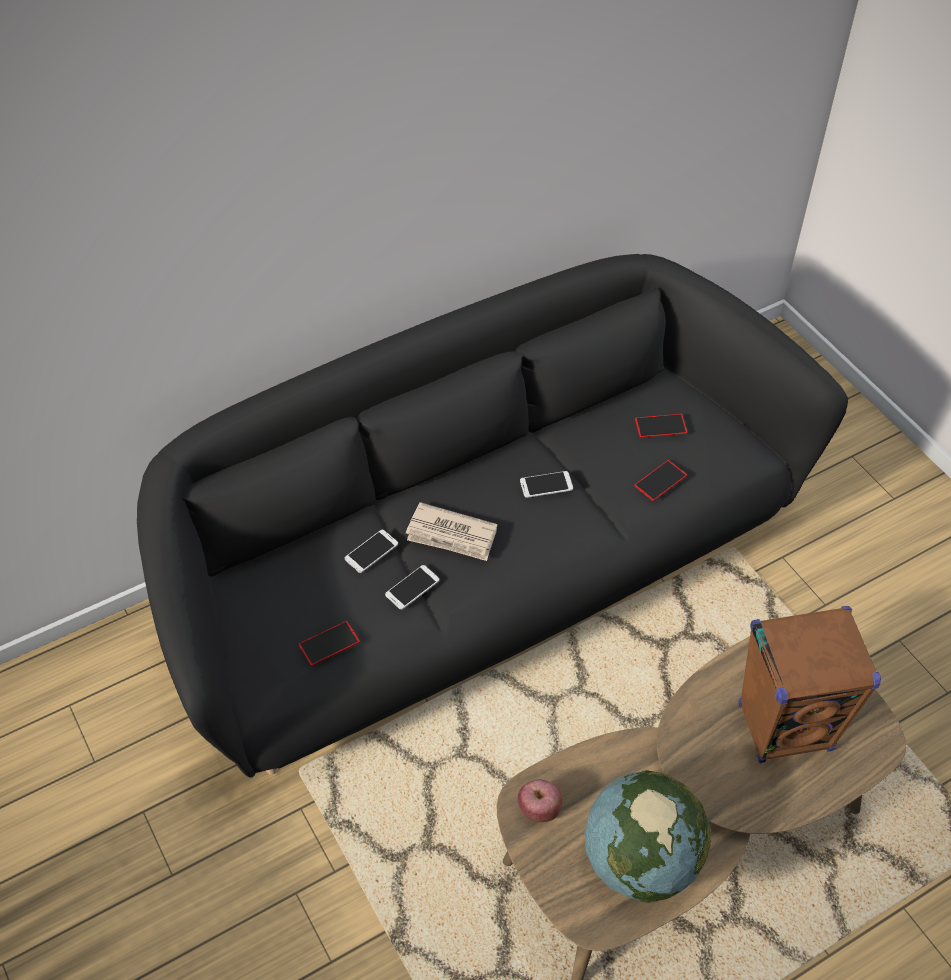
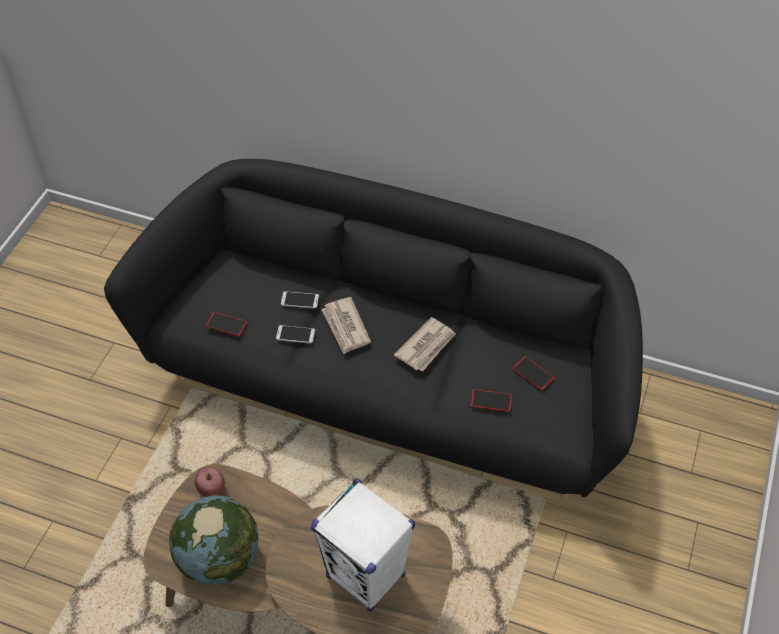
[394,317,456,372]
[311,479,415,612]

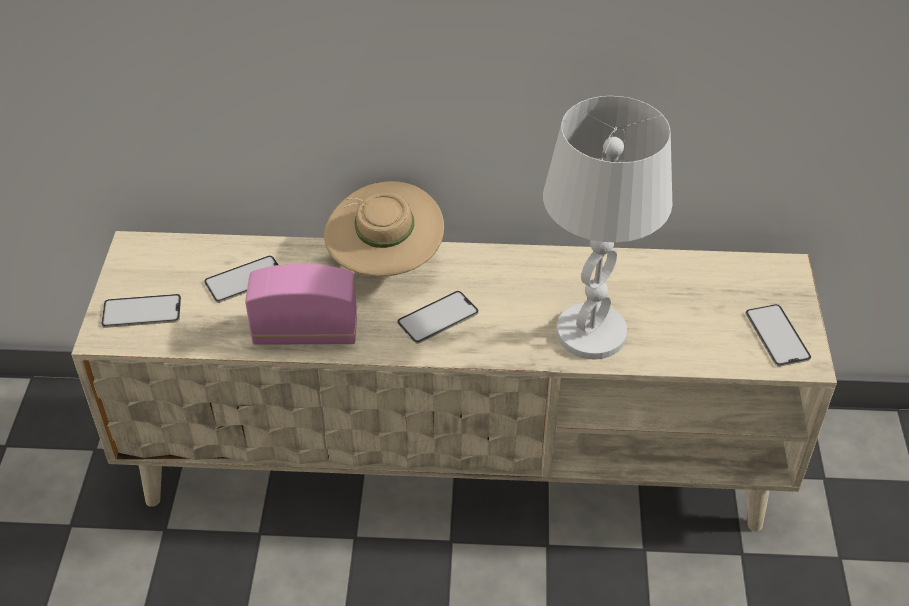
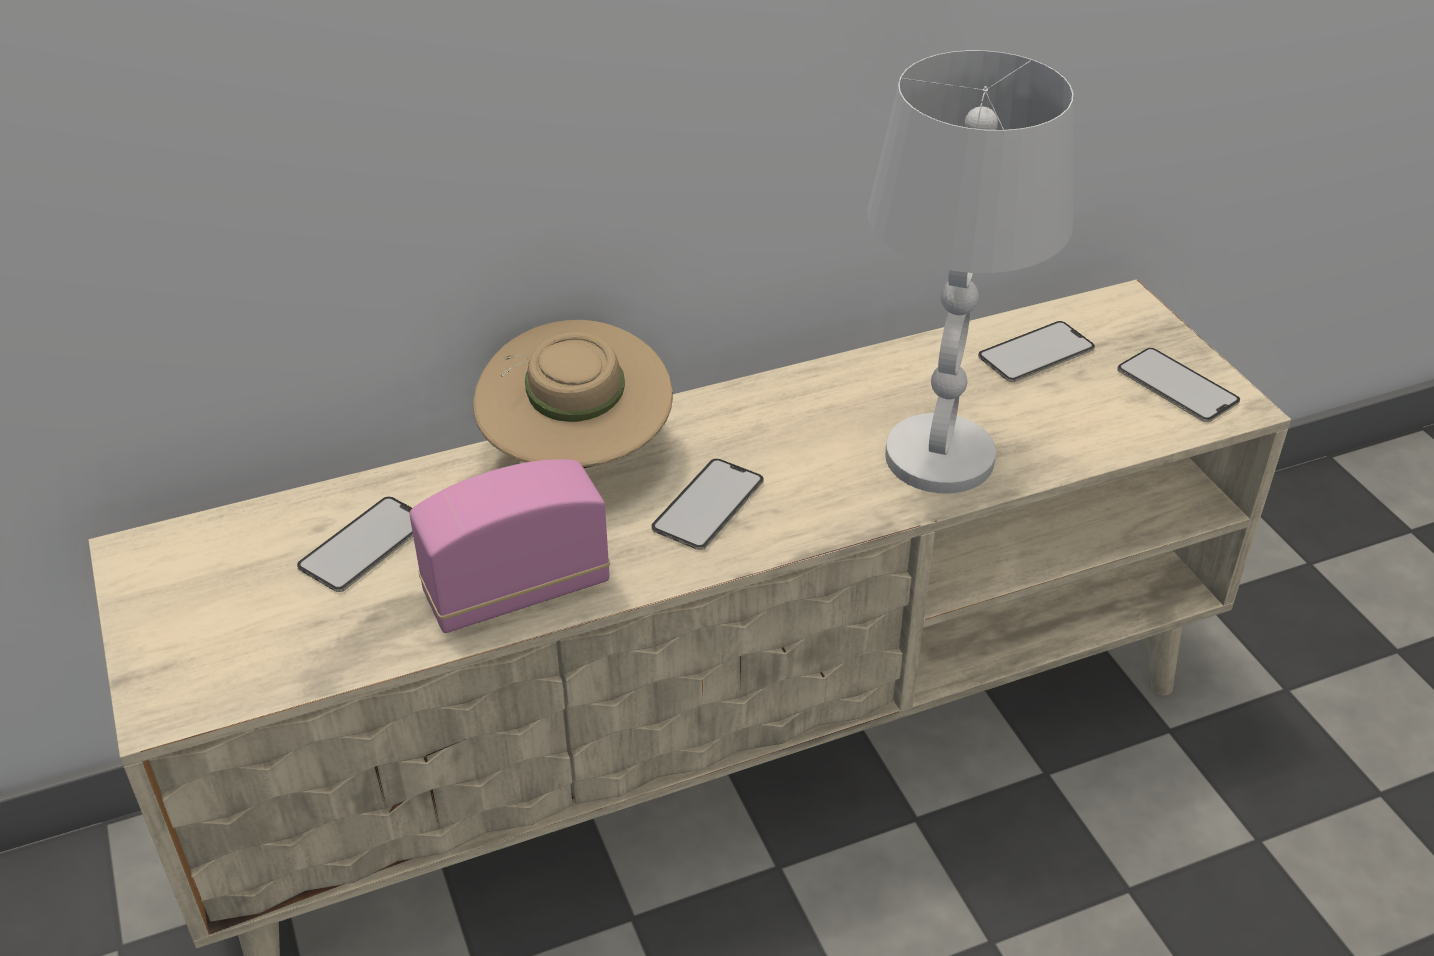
[978,321,1095,382]

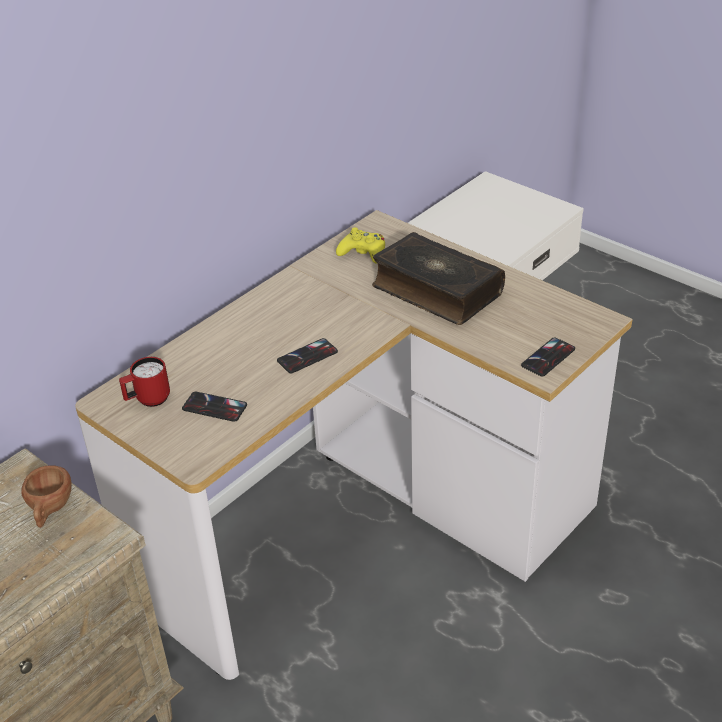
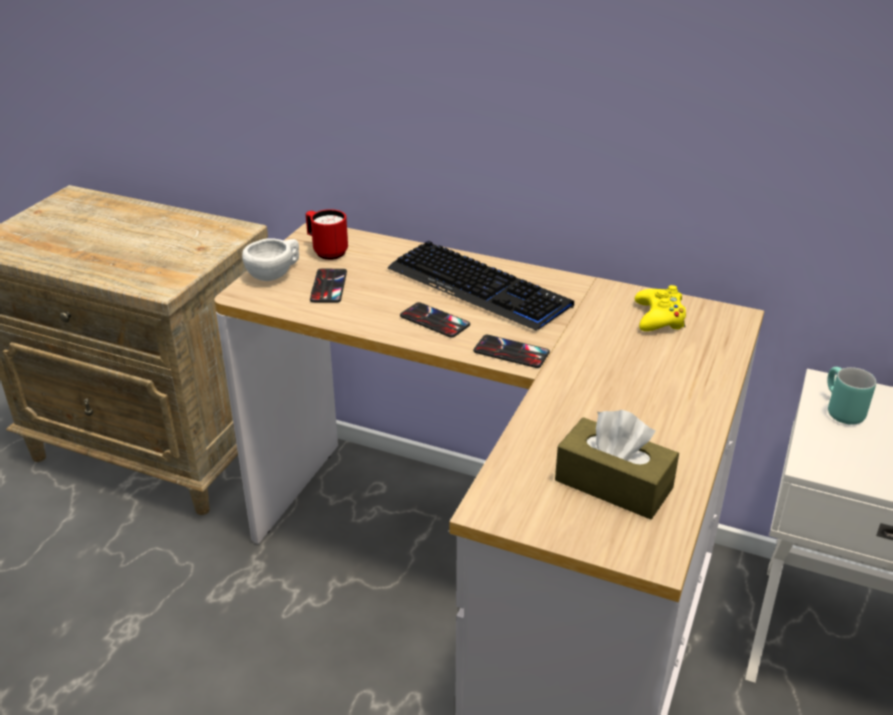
[21,465,71,528] (first image)
[372,232,505,325] (first image)
[242,238,299,281]
[388,241,574,331]
[555,410,679,520]
[827,367,876,424]
[473,335,550,368]

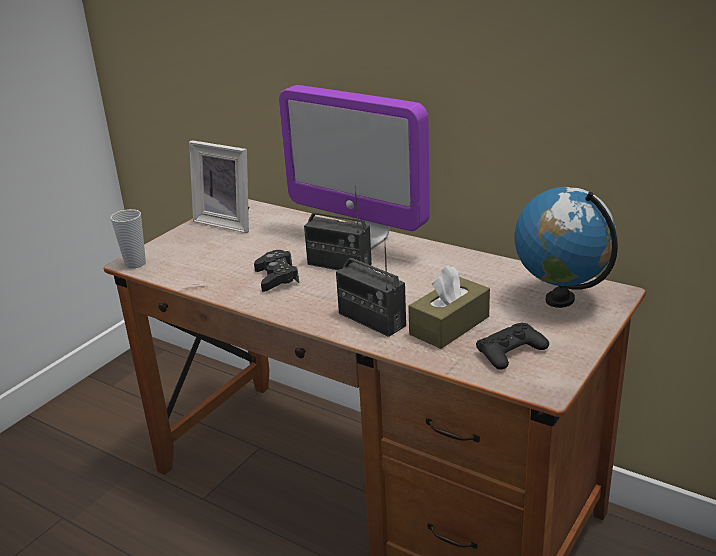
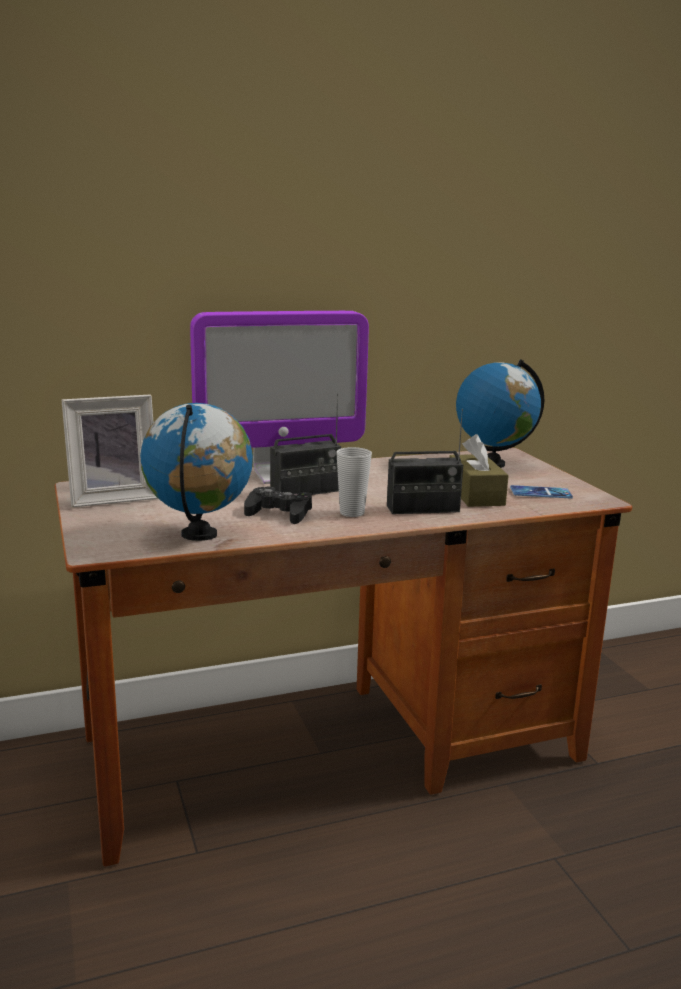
[140,403,253,541]
[336,447,372,517]
[510,485,573,499]

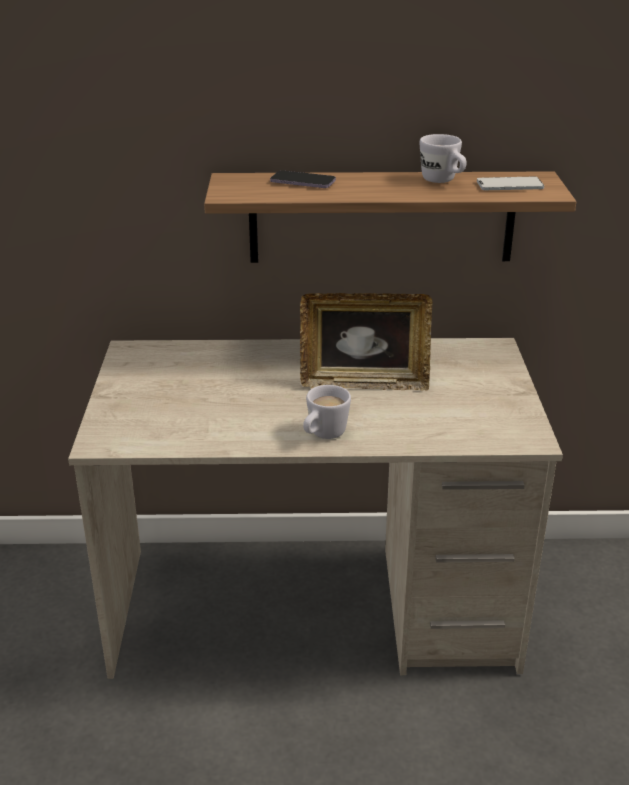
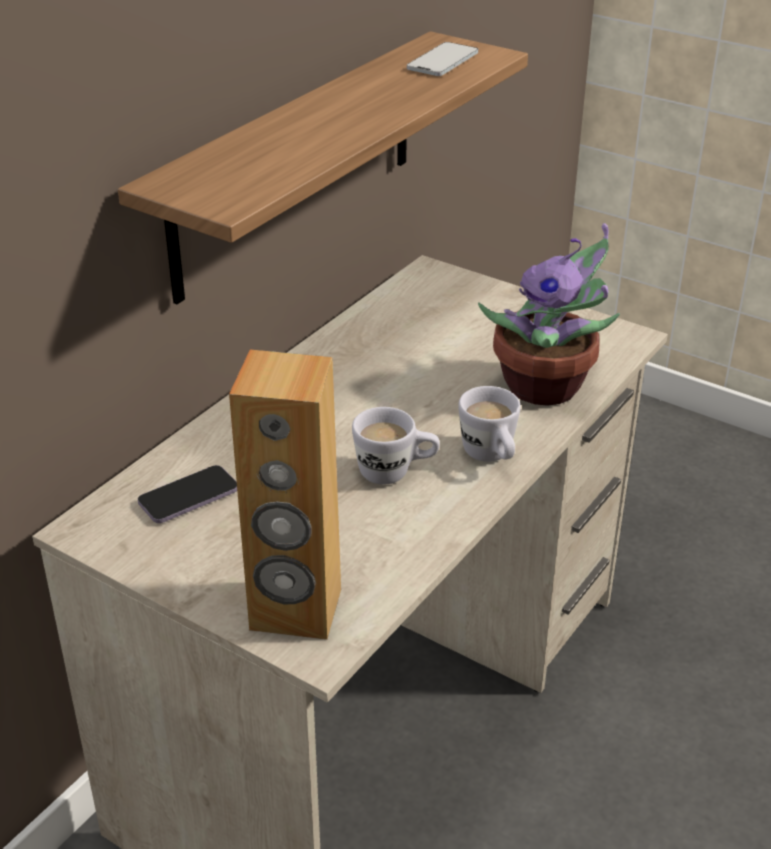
[300,293,432,391] (first image)
[229,350,341,640]
[478,223,620,406]
[138,465,237,523]
[352,407,440,485]

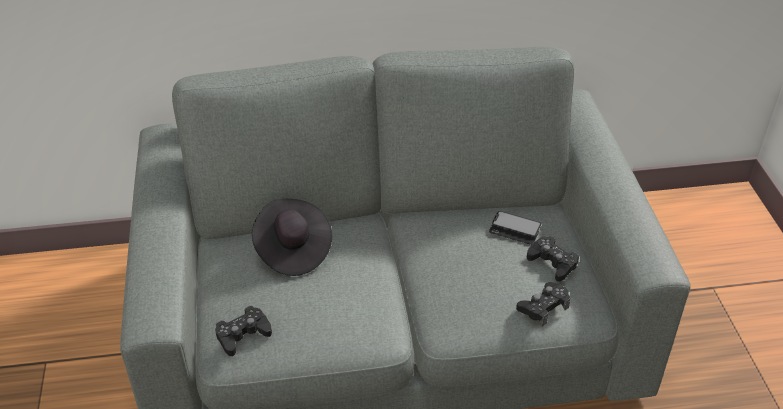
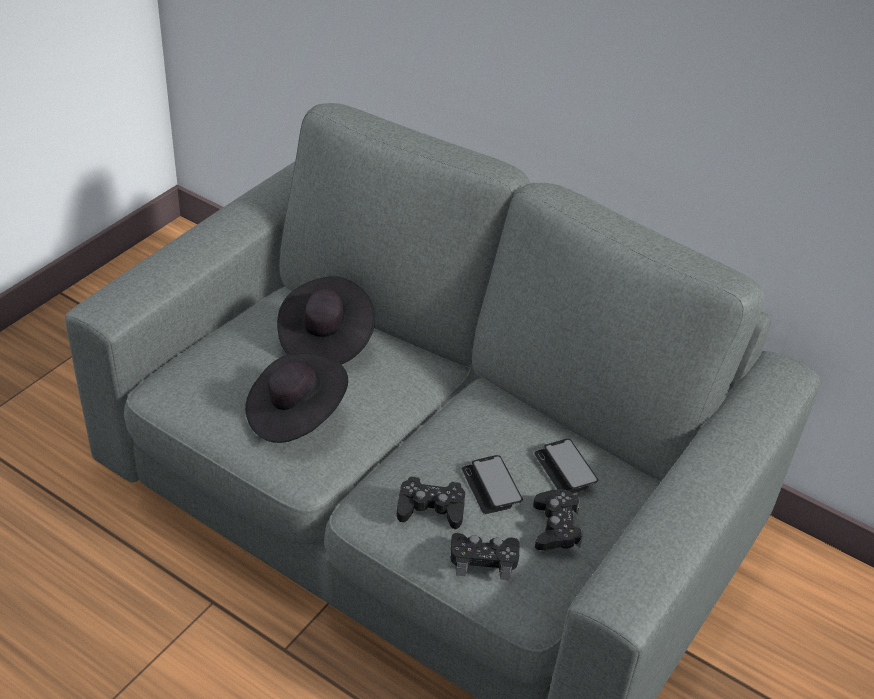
[245,352,348,443]
[462,455,523,514]
[397,476,465,529]

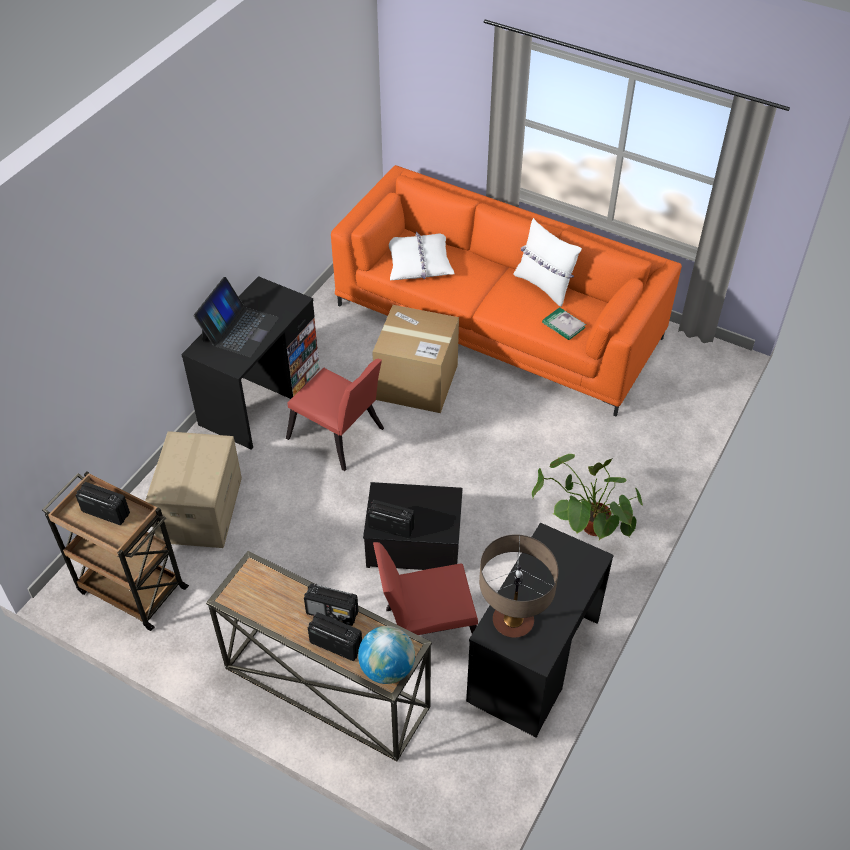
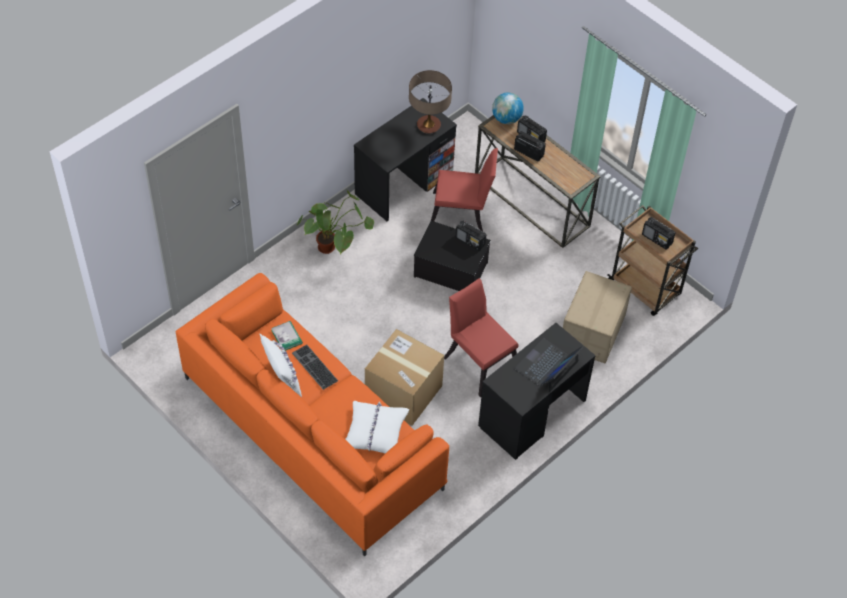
[292,345,338,390]

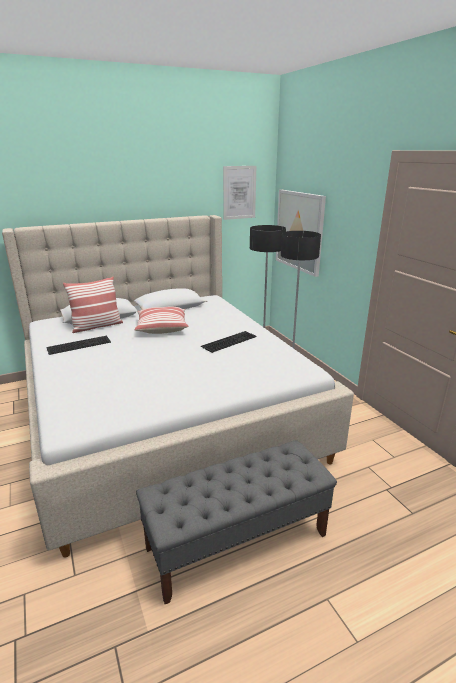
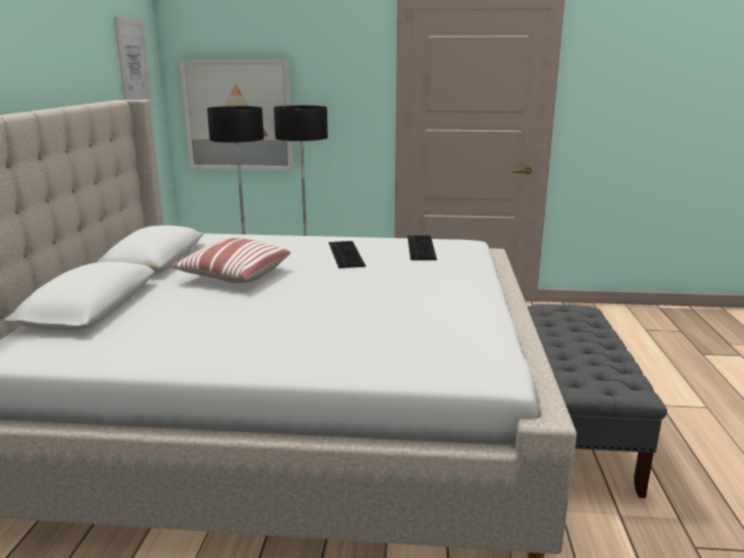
[63,277,123,333] (first image)
[407,235,437,260]

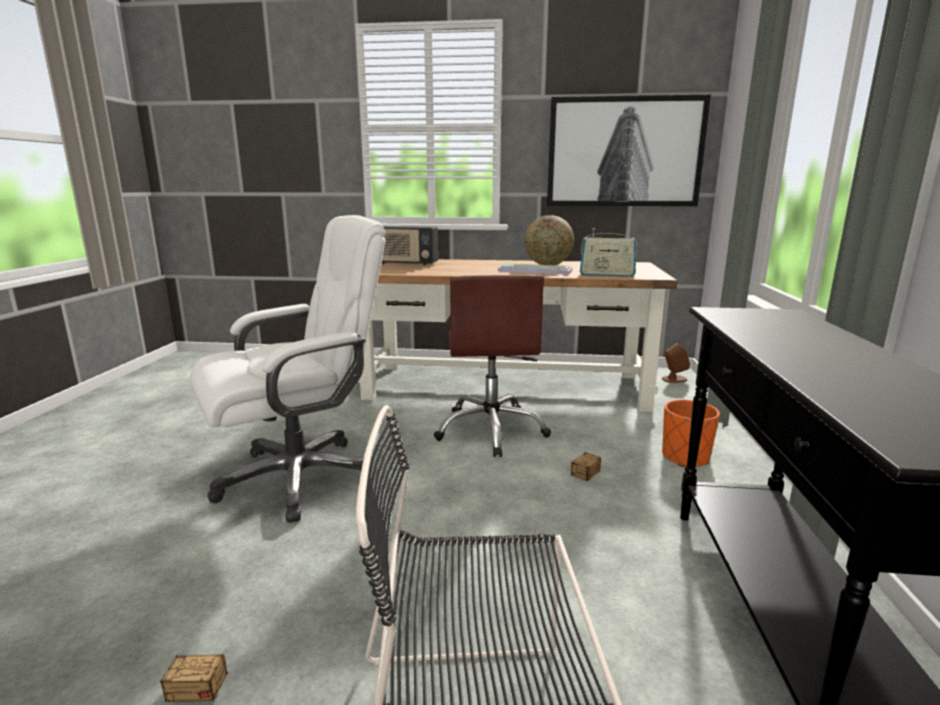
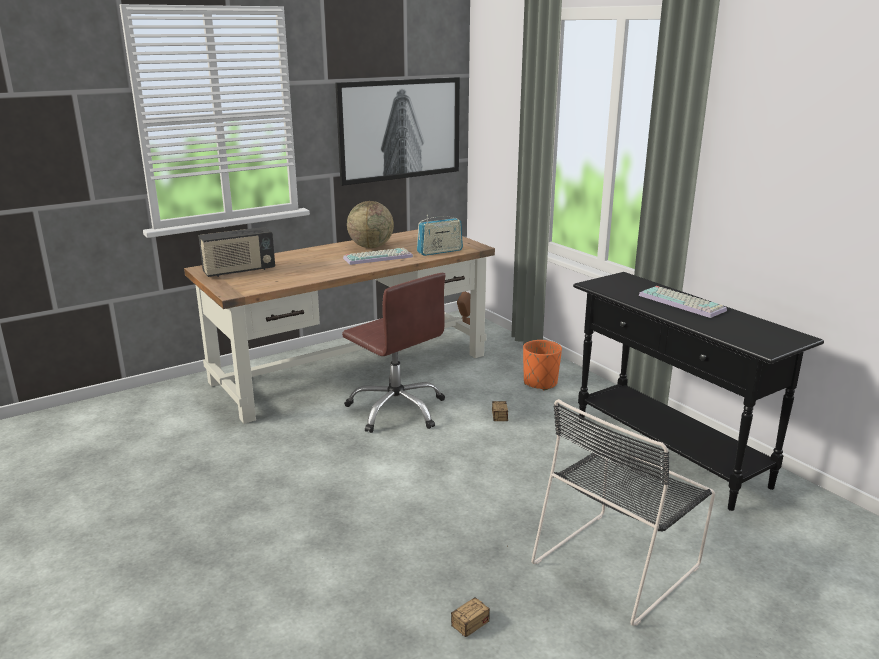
[190,215,386,523] (first image)
[639,286,727,318]

